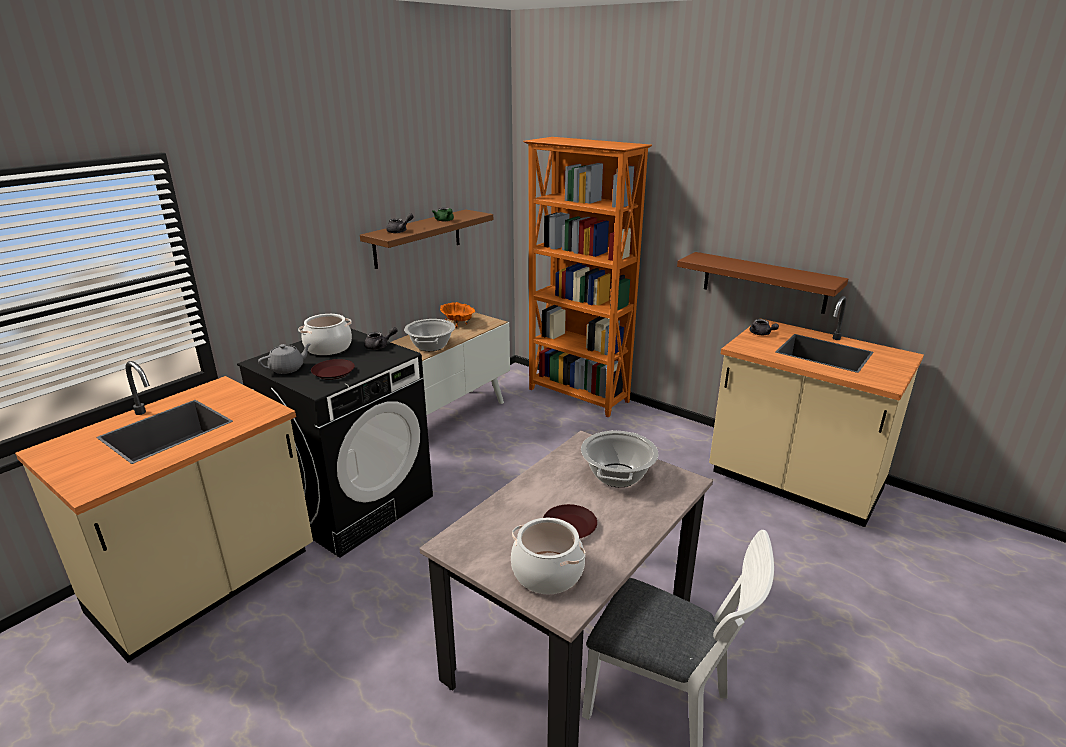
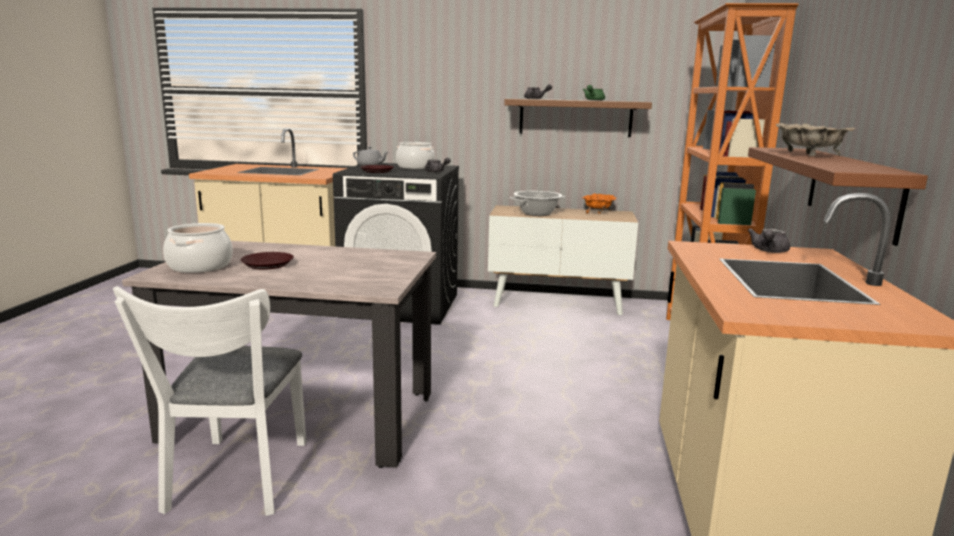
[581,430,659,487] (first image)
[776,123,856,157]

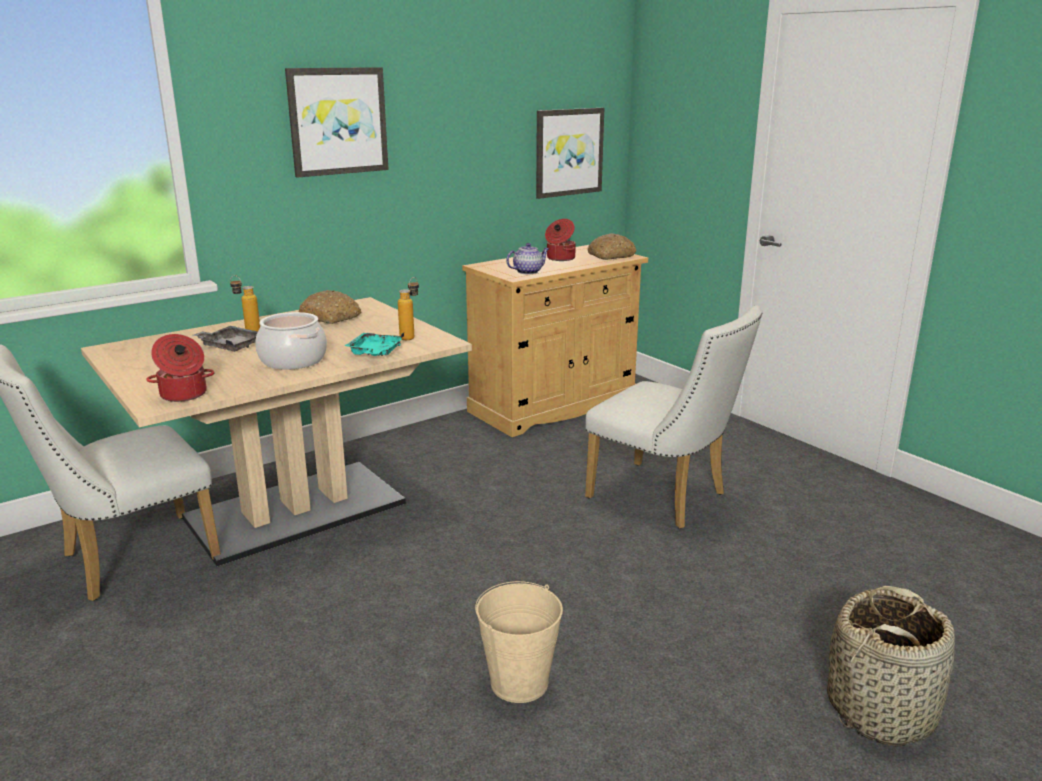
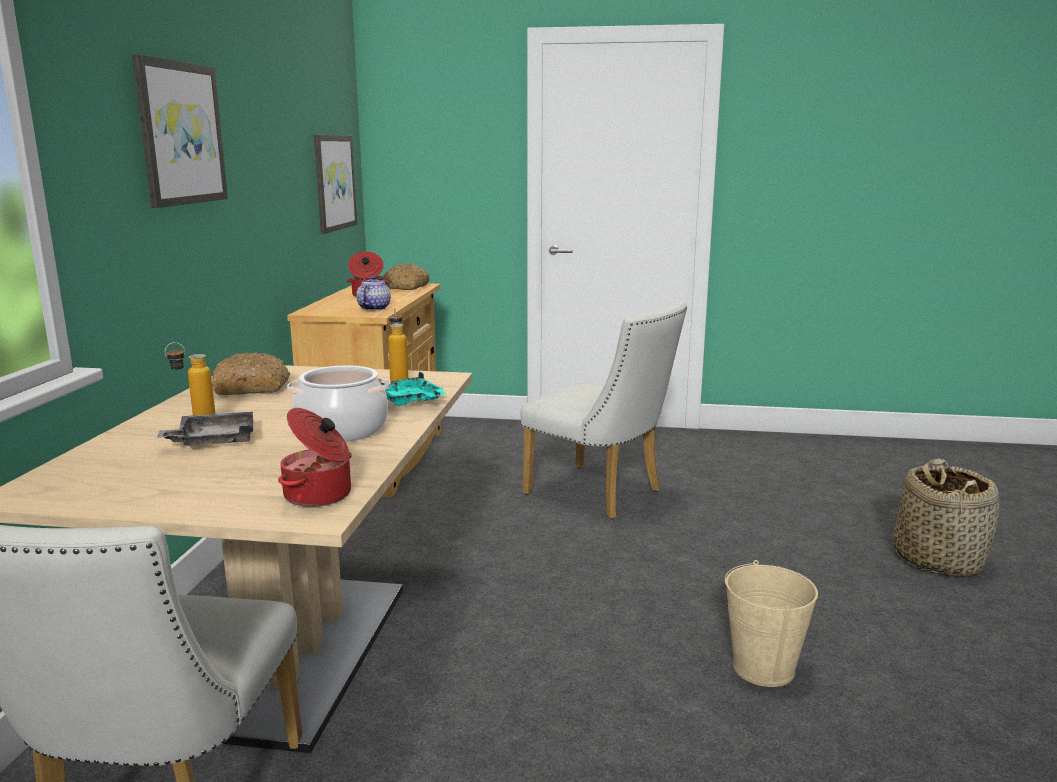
[520,302,687,519]

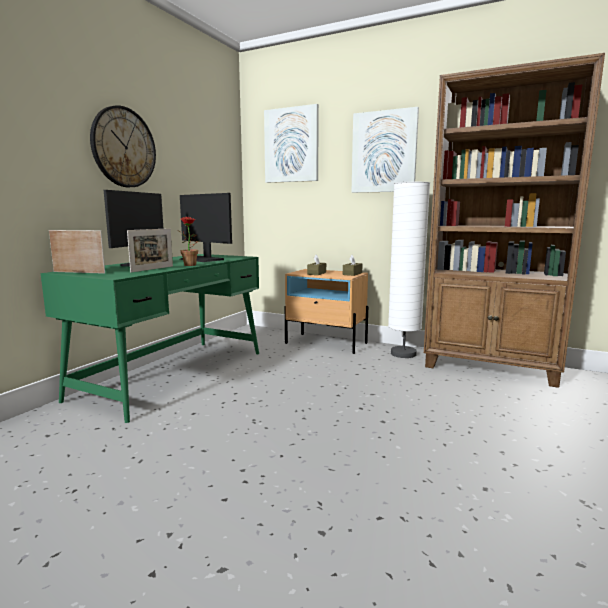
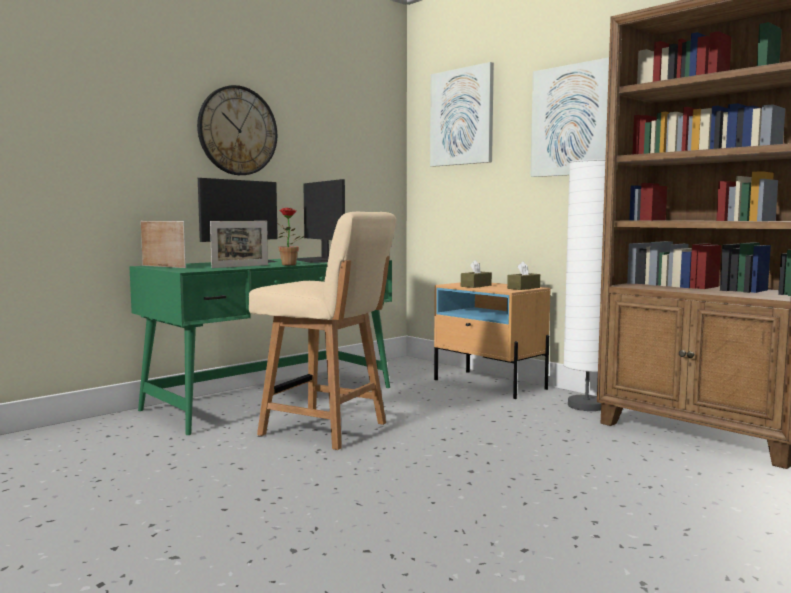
[249,212,396,450]

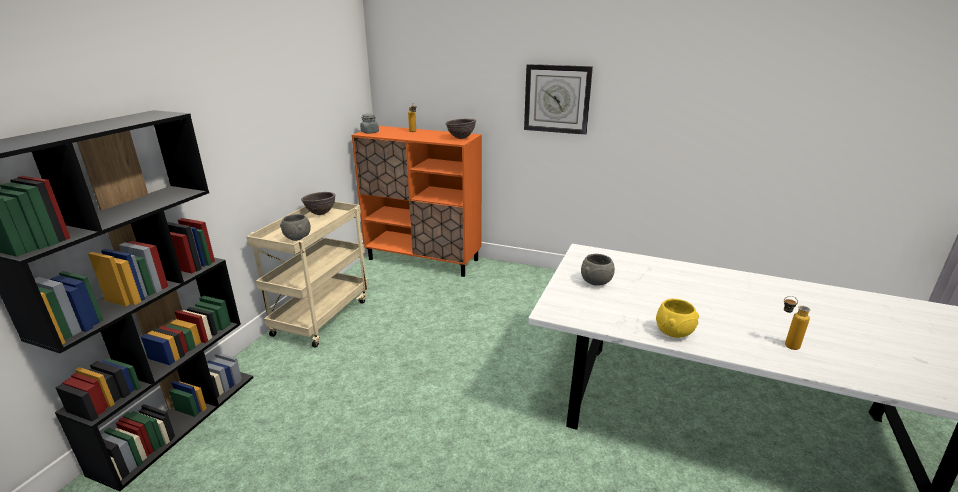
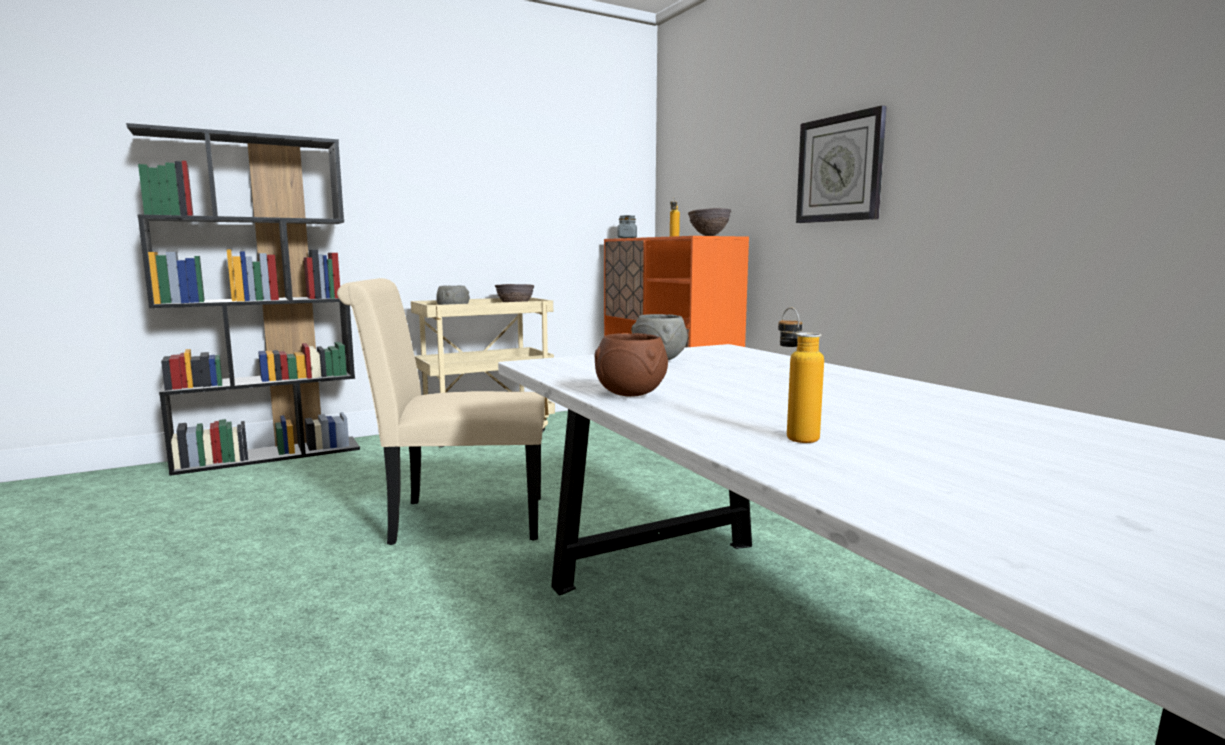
[337,278,545,545]
[594,333,668,397]

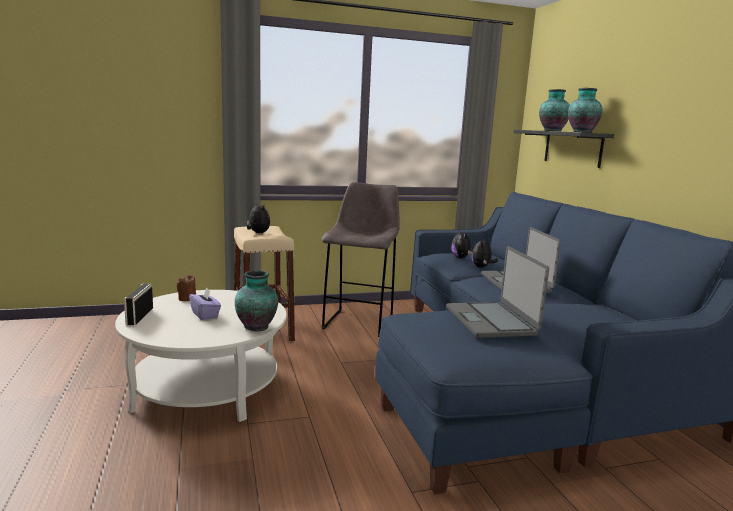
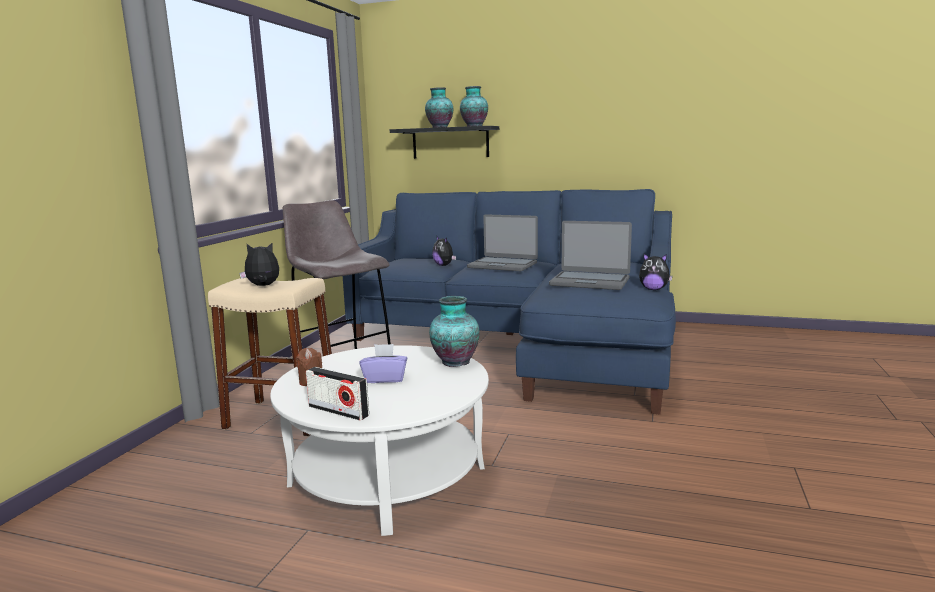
[639,254,673,290]

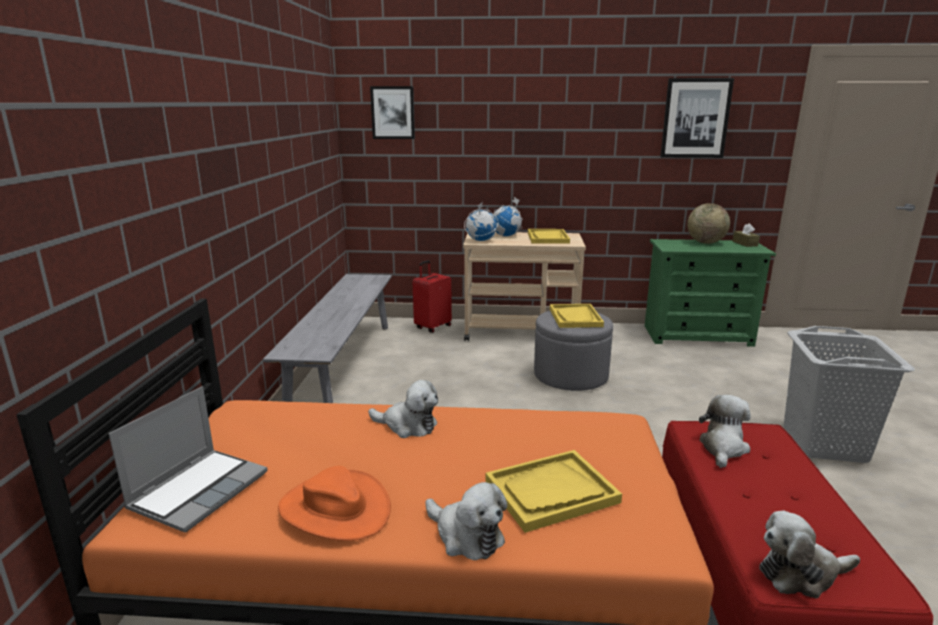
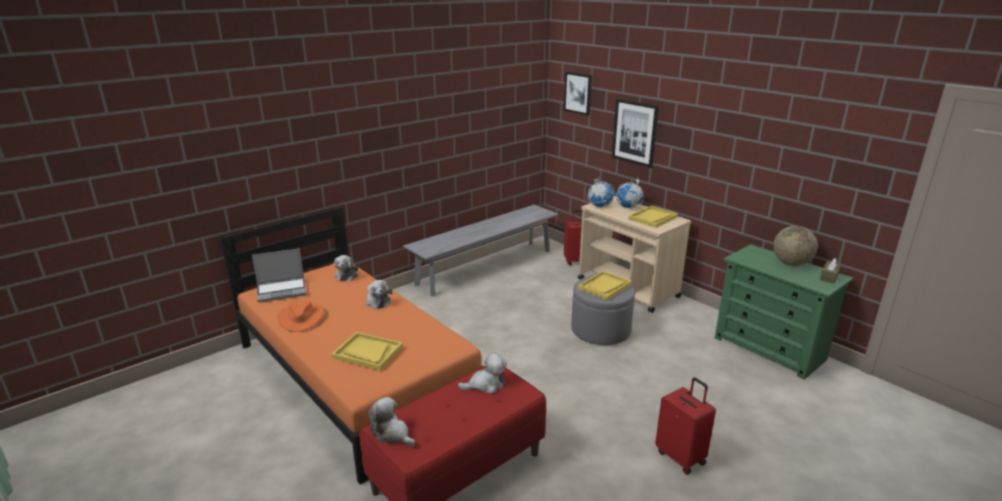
[334,255,358,281]
[612,99,659,168]
[655,377,716,475]

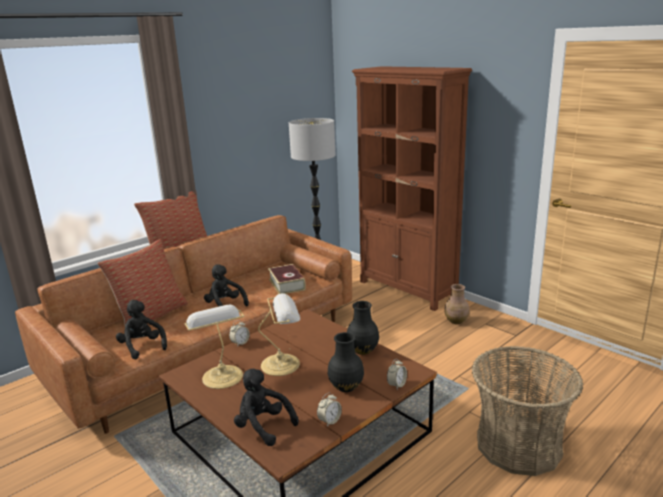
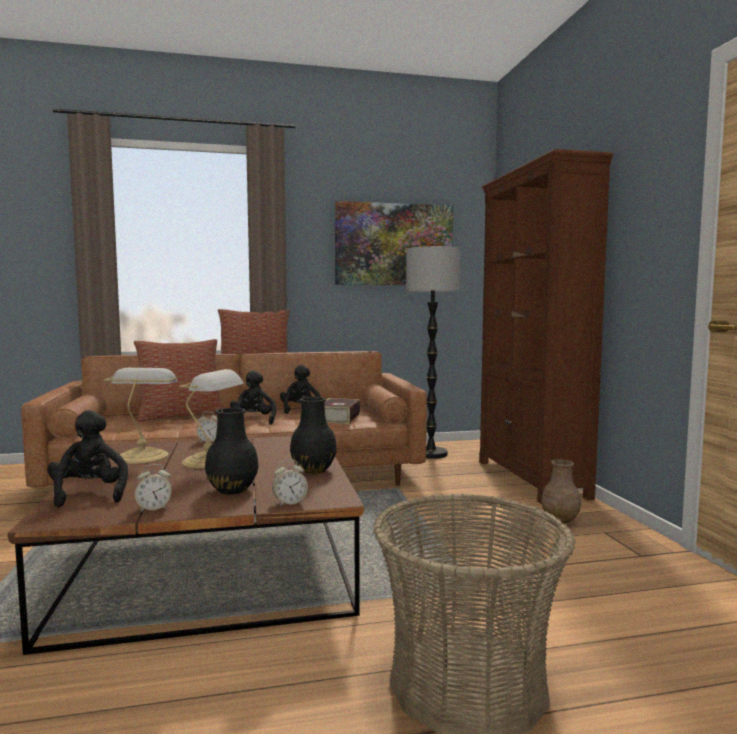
[335,201,453,285]
[280,365,321,414]

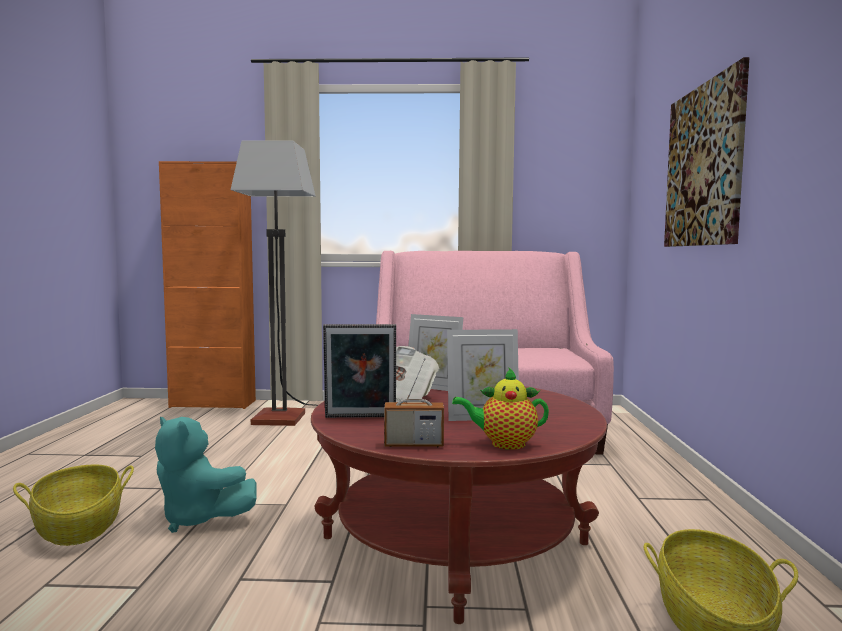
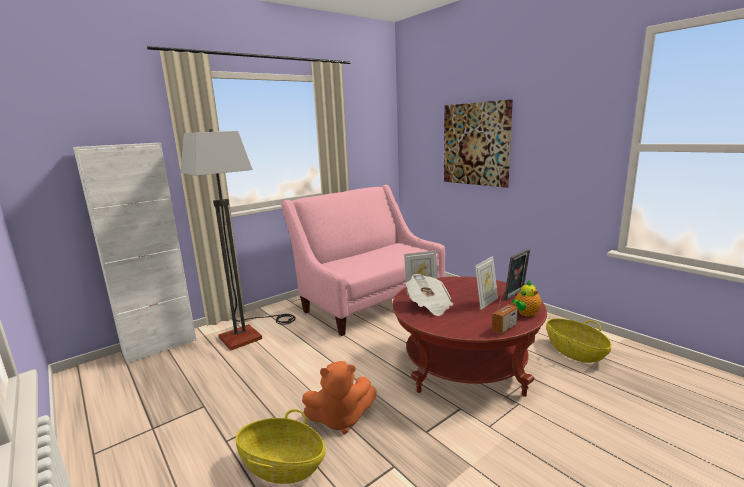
[504,249,530,301]
[302,361,377,434]
[73,143,197,364]

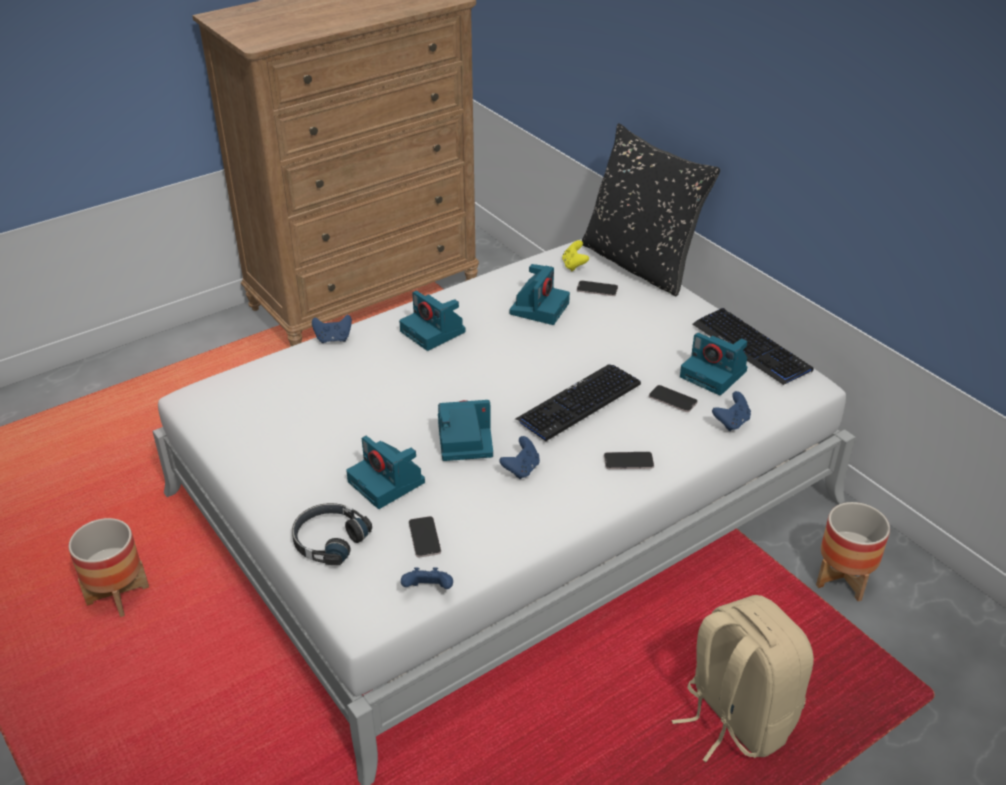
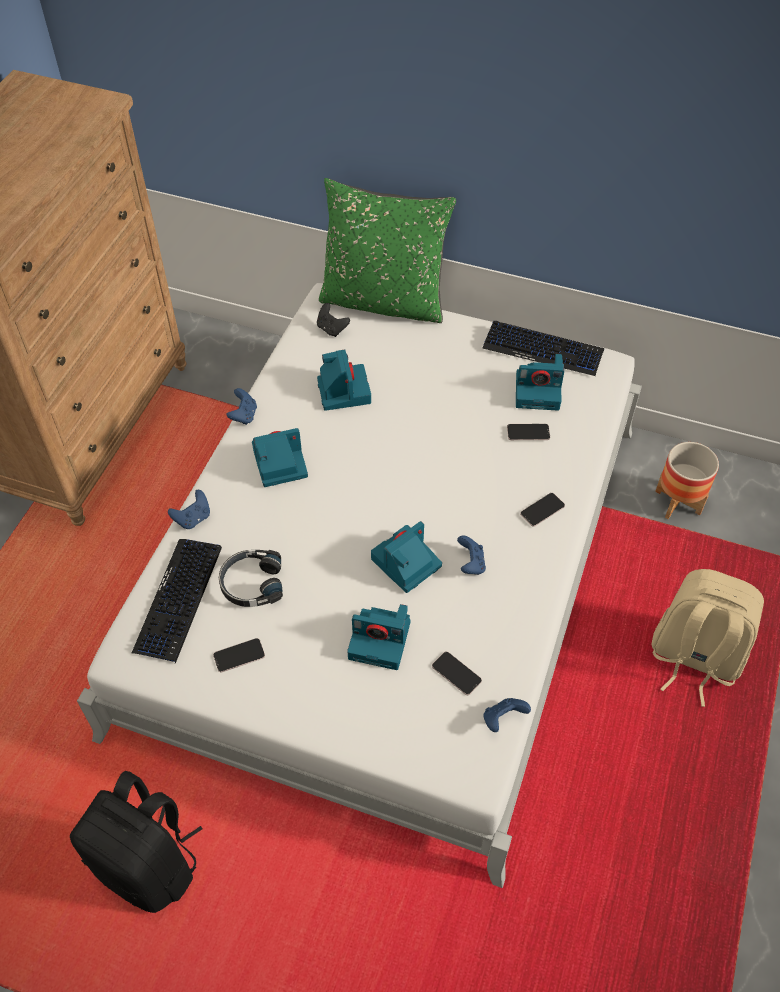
[219,550,283,607]
[132,539,222,664]
[213,638,265,673]
[227,388,257,425]
[70,771,203,913]
[317,303,350,337]
[319,178,456,323]
[252,428,308,487]

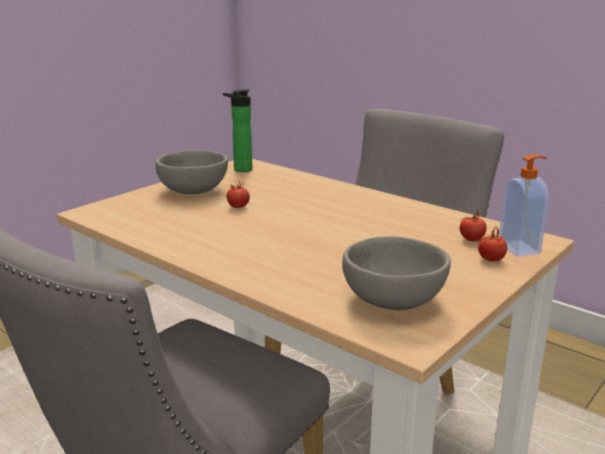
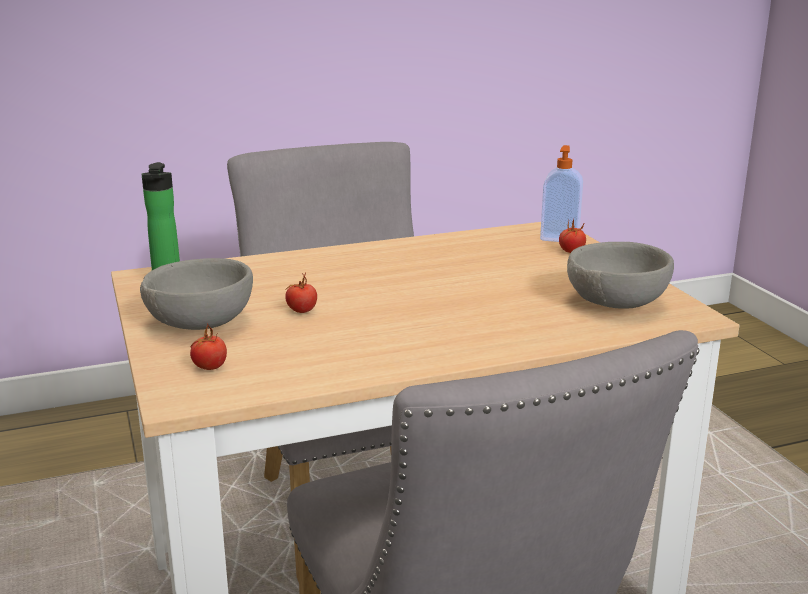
[190,323,227,370]

